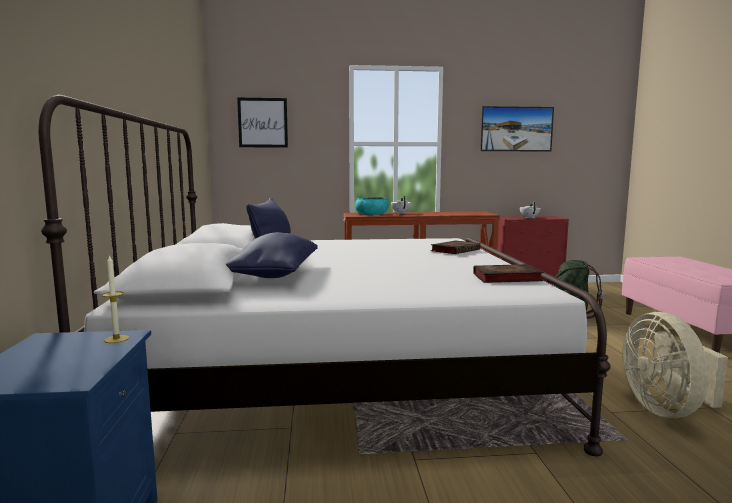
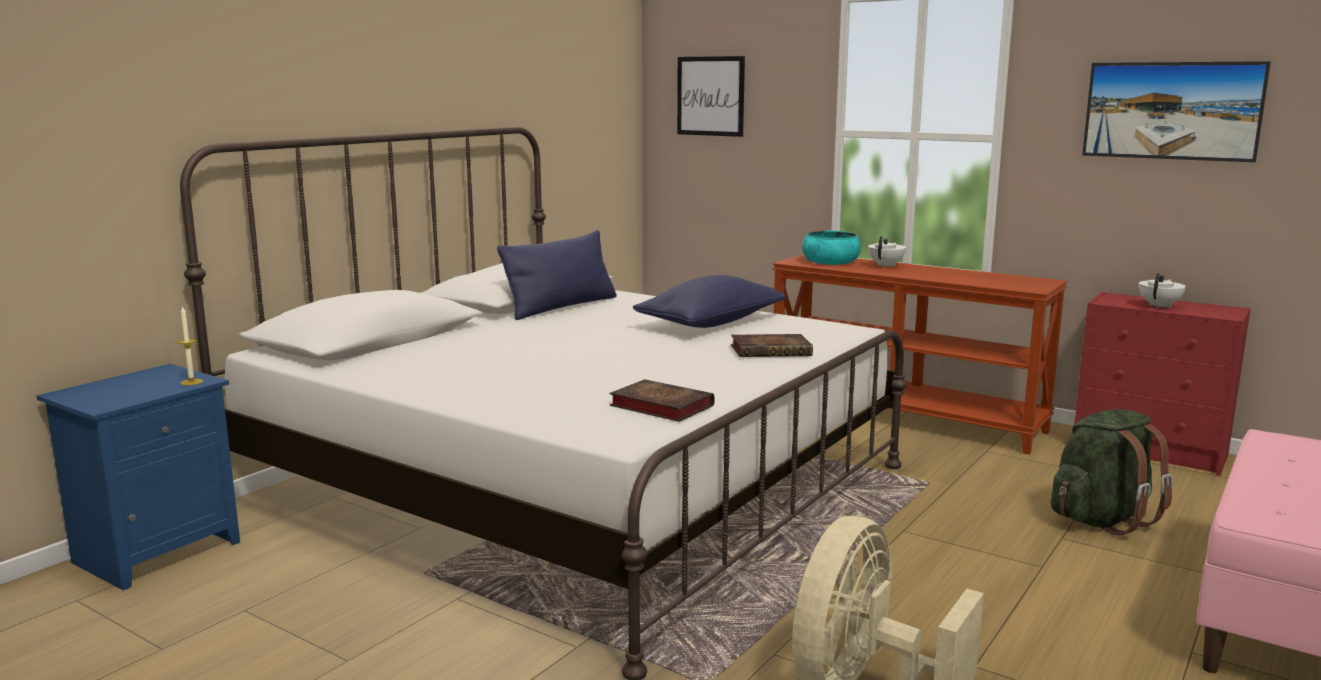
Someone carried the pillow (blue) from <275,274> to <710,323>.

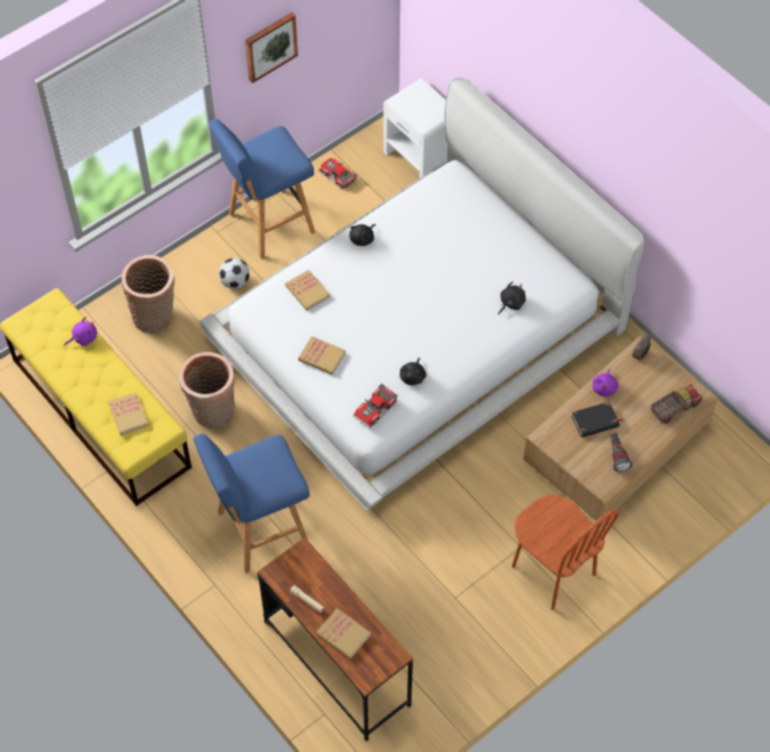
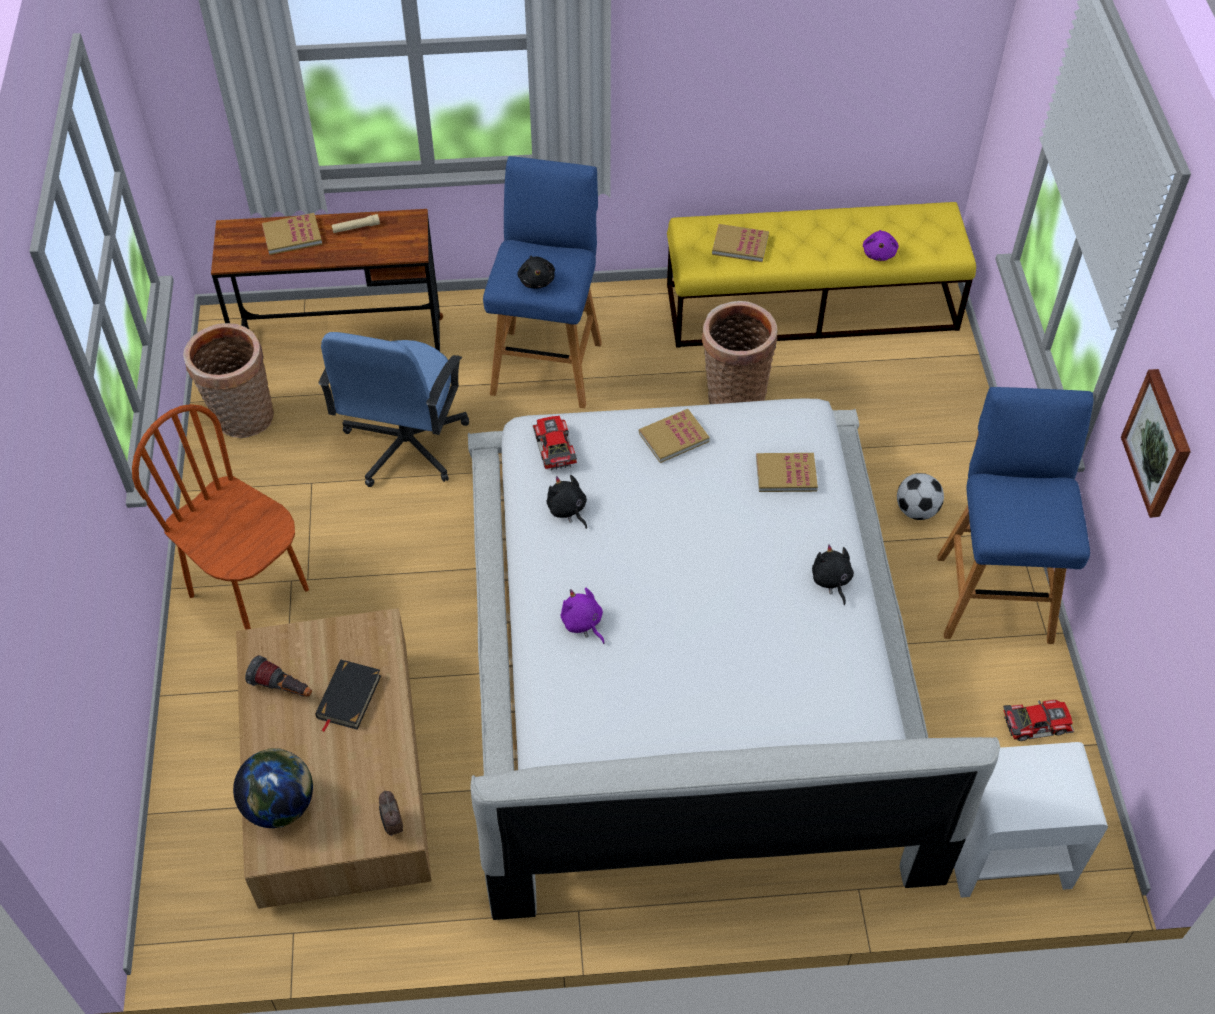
Someone carried the basket from <155,317> to <241,419>.
Someone carried the plush toy (black) from <511,303> to <536,280>.
Someone rotated the chair (brown) at <553,571> by 45 degrees clockwise.
Someone carried the plush toy (purple) from <604,387> to <583,623>.
Someone swapped the toy truck at <674,408> for the globe at <280,806>.
Someone put down the office chair (blue) at <405,444>.

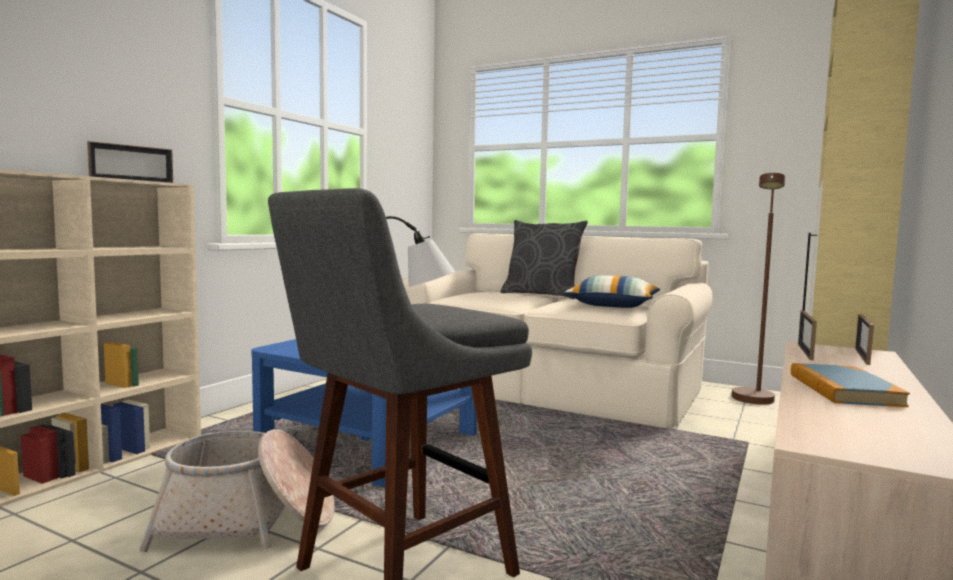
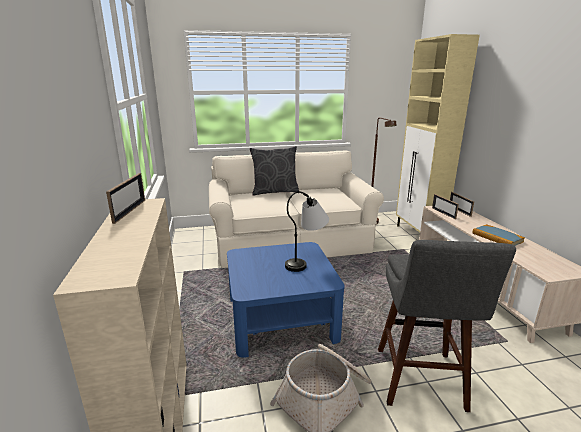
Someone took away the pillow at <613,306>.

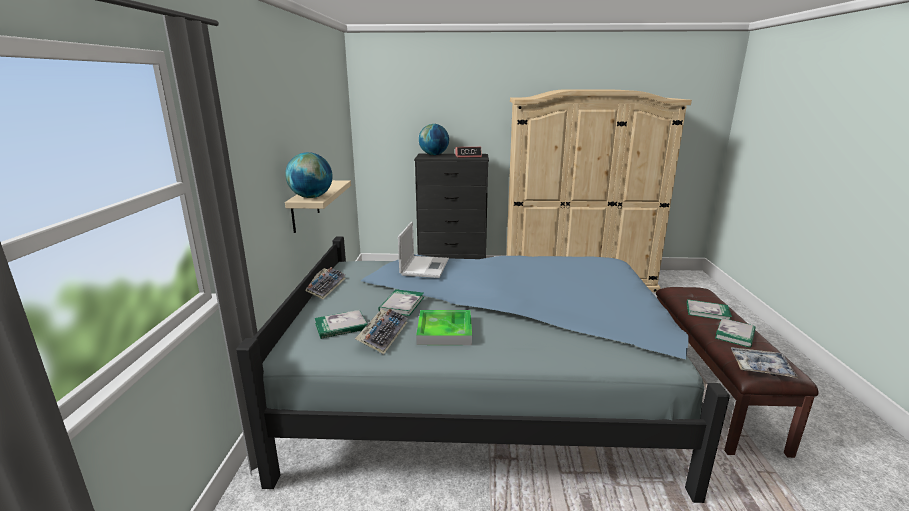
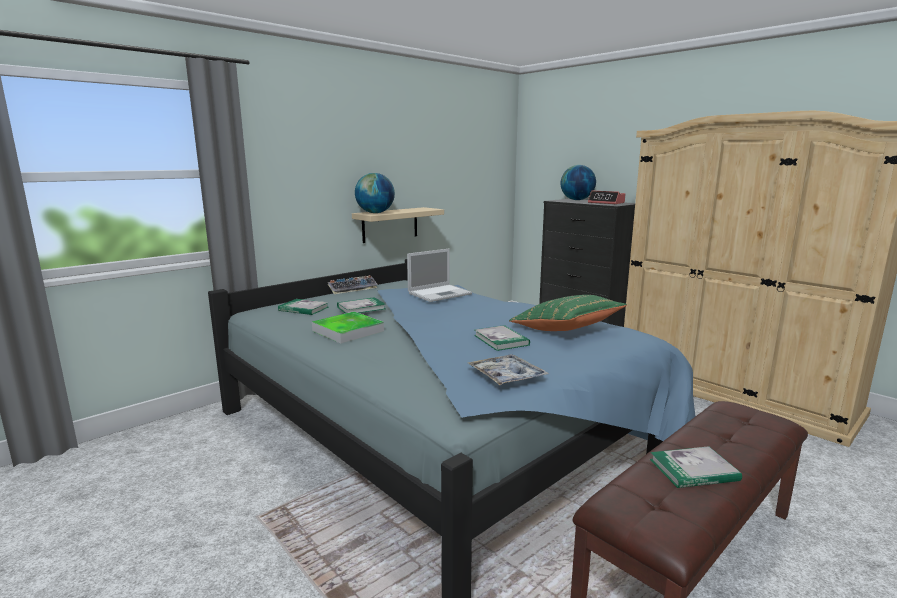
Someone took away the keyboard at <383,335>.
Someone carried the book from <707,312> to <501,340>.
Someone carried the tray from <761,367> to <506,376>.
Someone put down the pillow (green) at <566,330>.

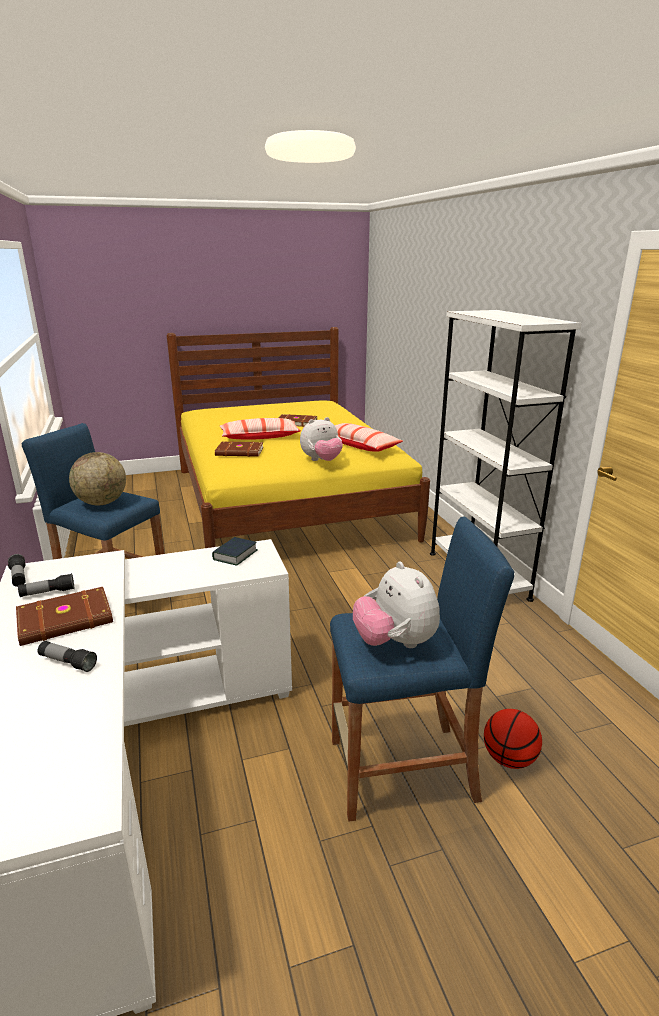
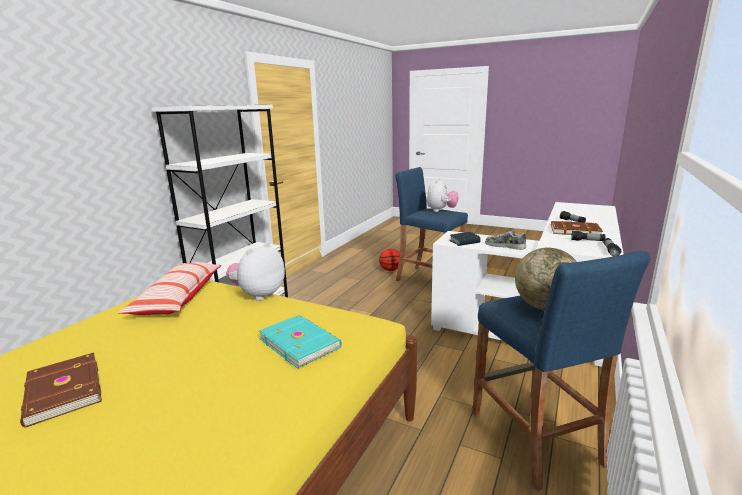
Someone repainted the book (brown) at <239,452>, which became the book (turquoise) at <300,342>.
Someone took away the pillow at <260,437>.
Someone rotated the plush toy at <322,461> by 75 degrees counterclockwise.
Someone put down the shoe at <505,246>.

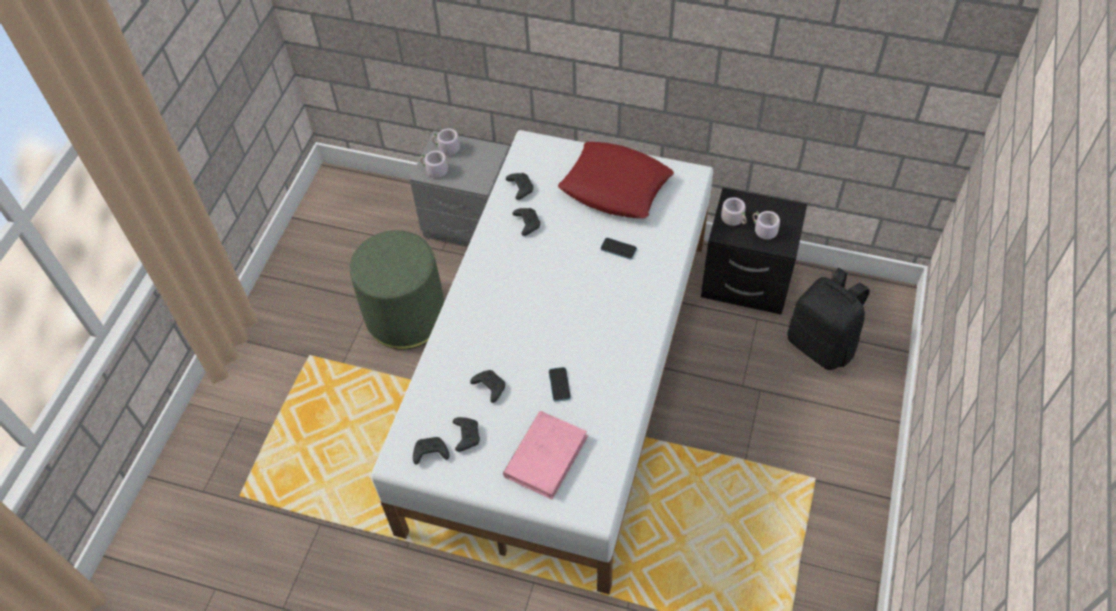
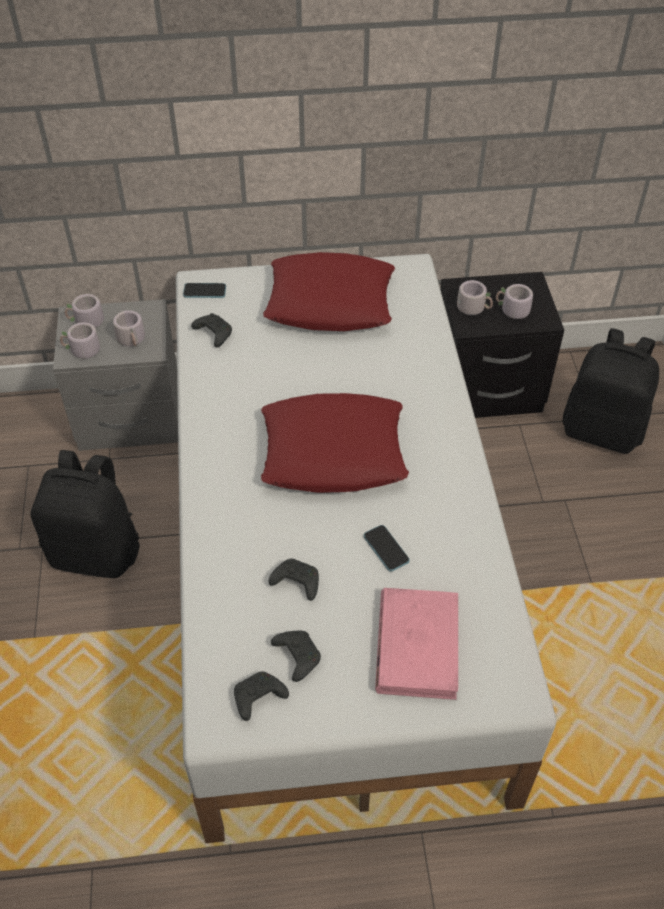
Someone swapped the ottoman (green) at <406,316> for the backpack (black) at <97,552>.
Someone took away the game controller (black) at <527,223>.
Someone carried the phone from <618,249> to <204,291>.
Someone put down the mug (grey) at <133,340>.
Someone put down the pillow (red) at <333,452>.

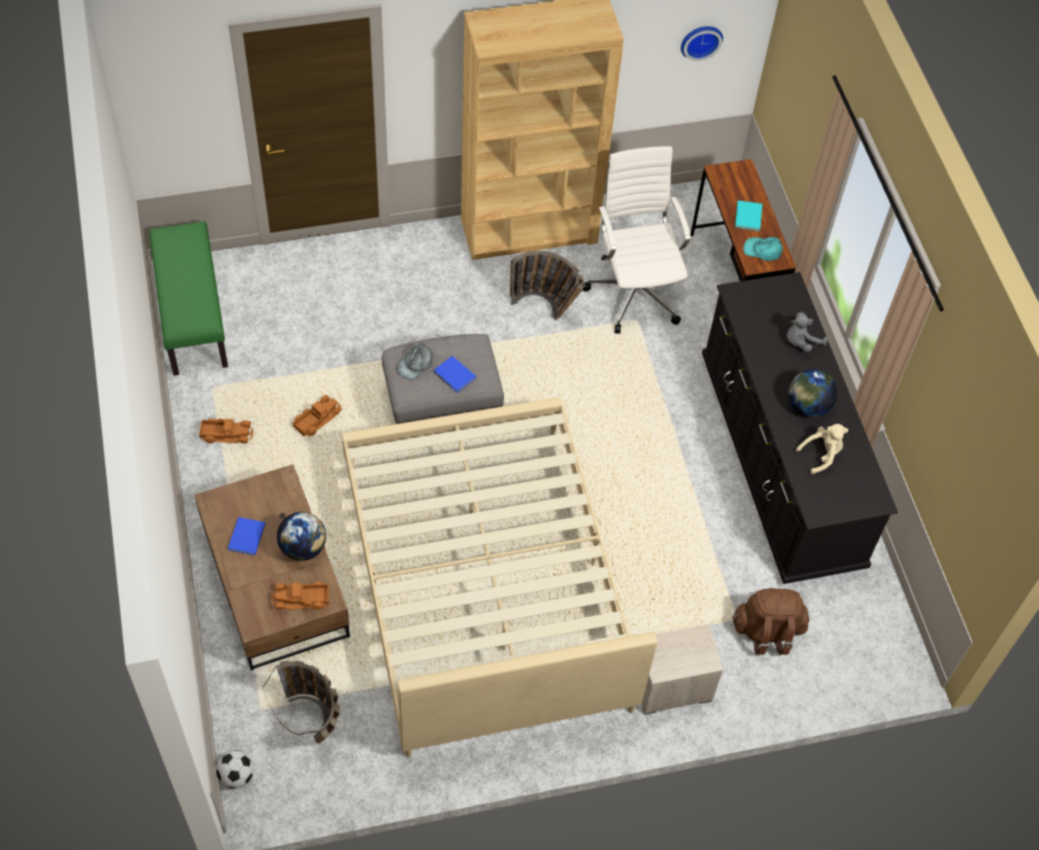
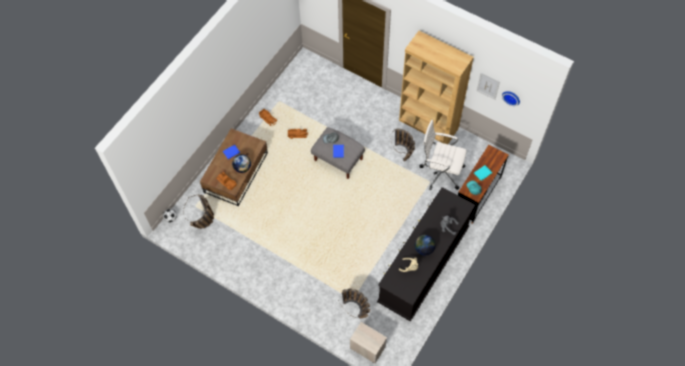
Someone took away the bench (green) at <192,316>.
Someone took away the bed (beige) at <484,584>.
Someone rotated the office chair (white) at <635,291> by 105 degrees counterclockwise.
Someone carried the nightstand from <669,685> to <367,347>.
Someone swapped the backpack (brown) at <767,631> for the basket at <357,311>.
Someone put up the picture at <488,86>.

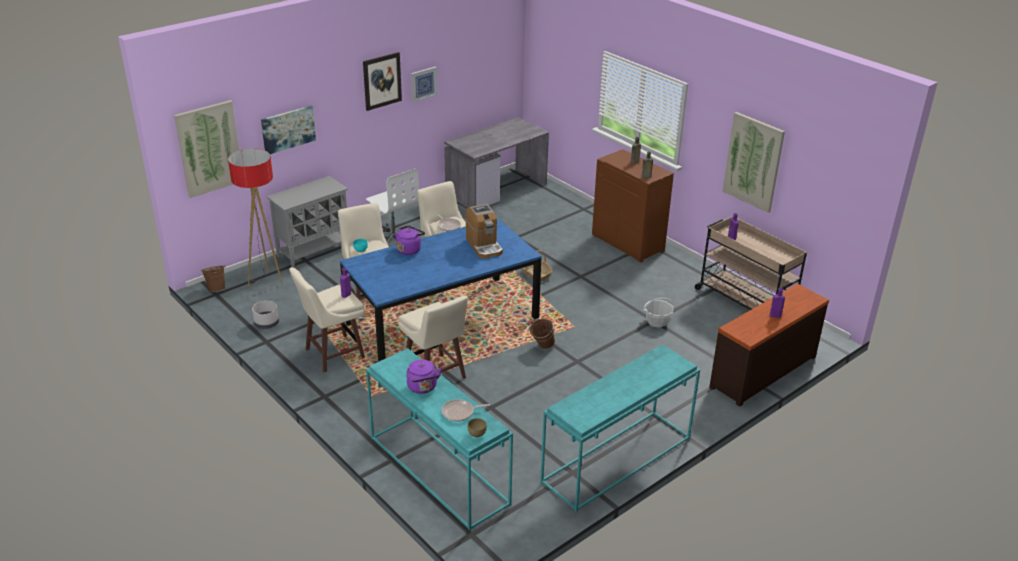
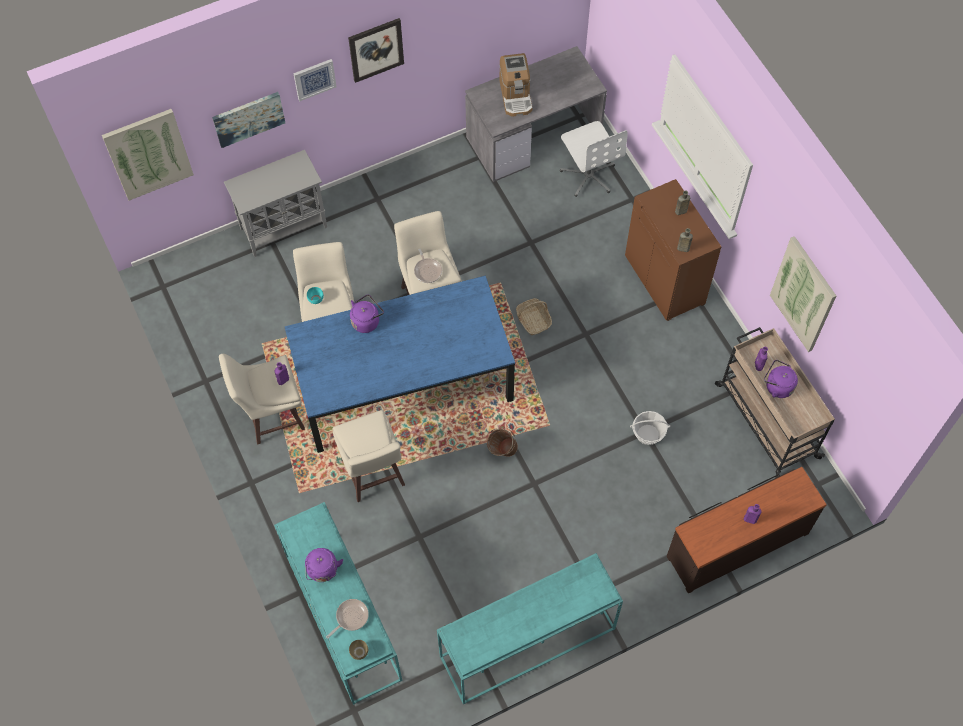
Someone took away the bucket (brown) at <216,289>.
Someone took away the floor lamp at <266,281>.
Someone took away the planter (grey) at <266,323>.
Someone carried the office chair (white) from <393,235> to <588,175>.
Someone carried the picture from <423,84> to <314,79>.
Someone rotated the frying pan at <460,412> by 135 degrees clockwise.
Someone carried the coffee machine from <484,246> to <515,96>.
Someone put down the kettle (purple) at <777,386>.

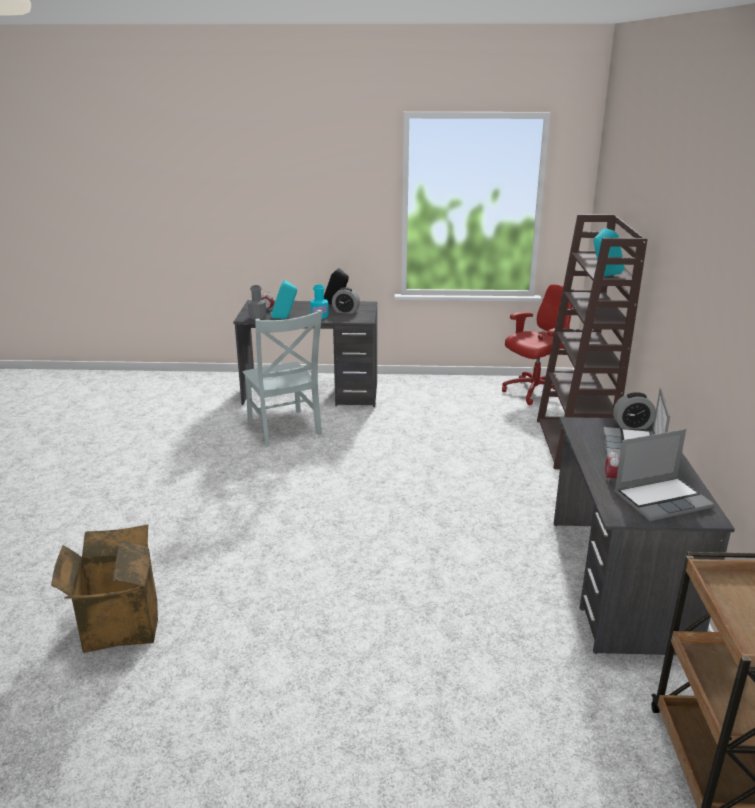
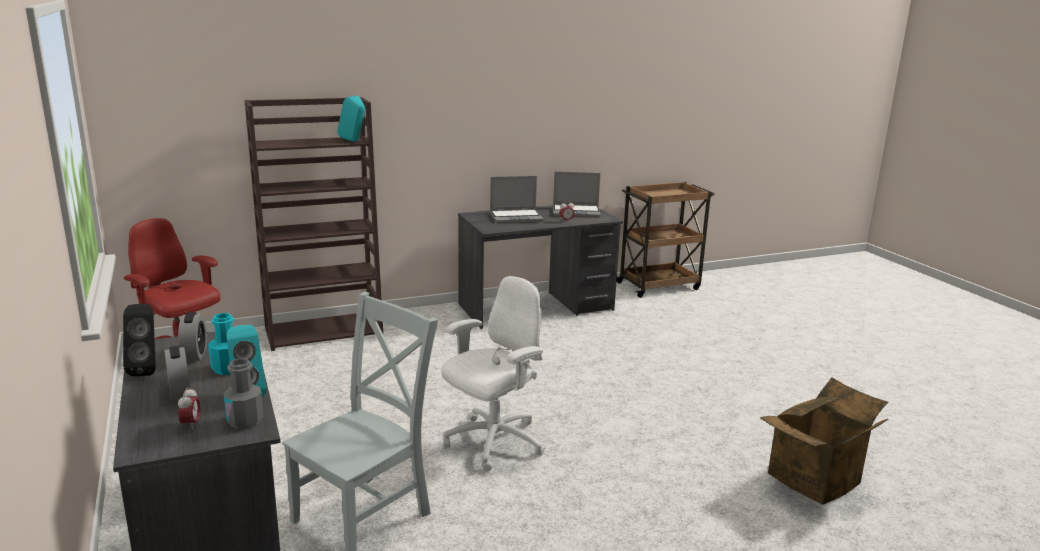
Someone carried the alarm clock from <632,426> to <180,392>.
Someone rotated the laptop at <662,499> by 135 degrees clockwise.
Someone put down the office chair (white) at <493,442>.

